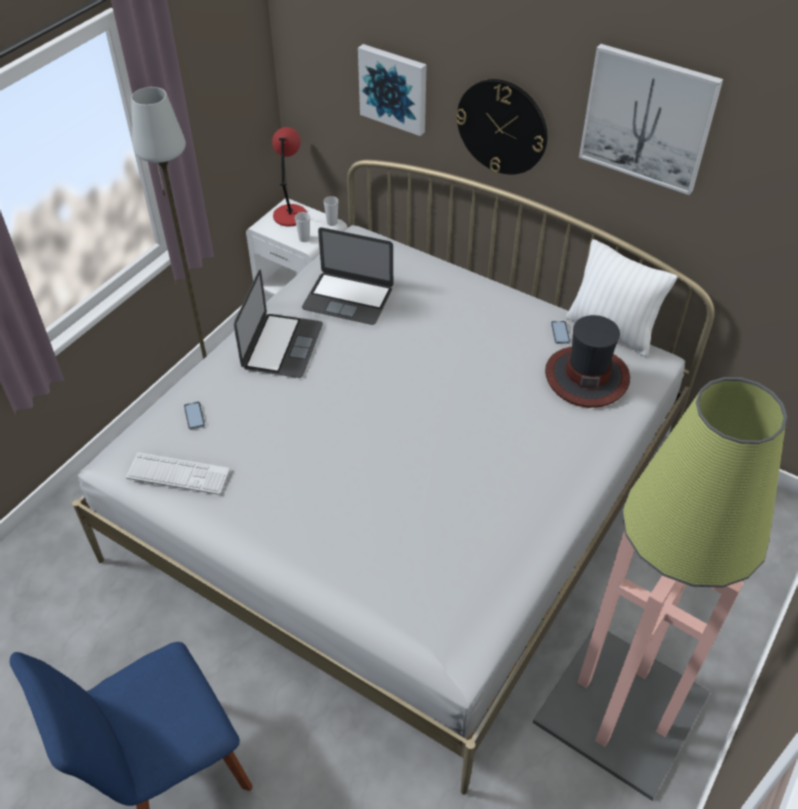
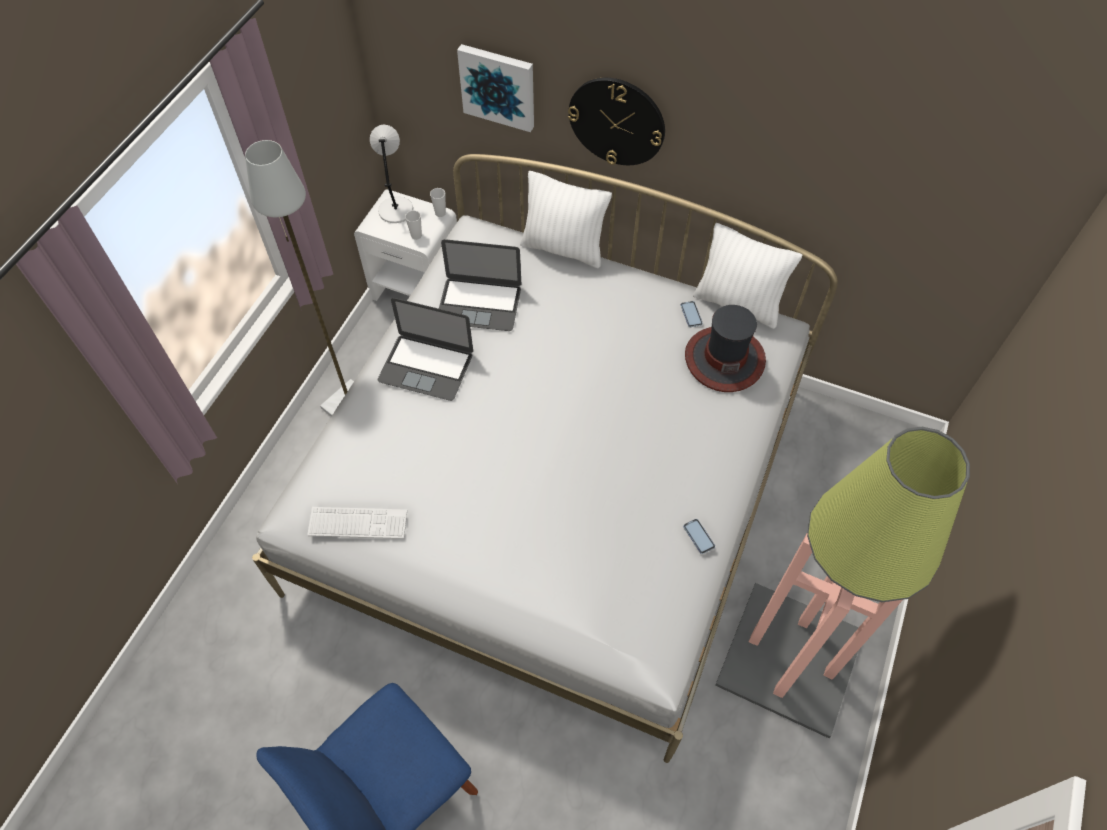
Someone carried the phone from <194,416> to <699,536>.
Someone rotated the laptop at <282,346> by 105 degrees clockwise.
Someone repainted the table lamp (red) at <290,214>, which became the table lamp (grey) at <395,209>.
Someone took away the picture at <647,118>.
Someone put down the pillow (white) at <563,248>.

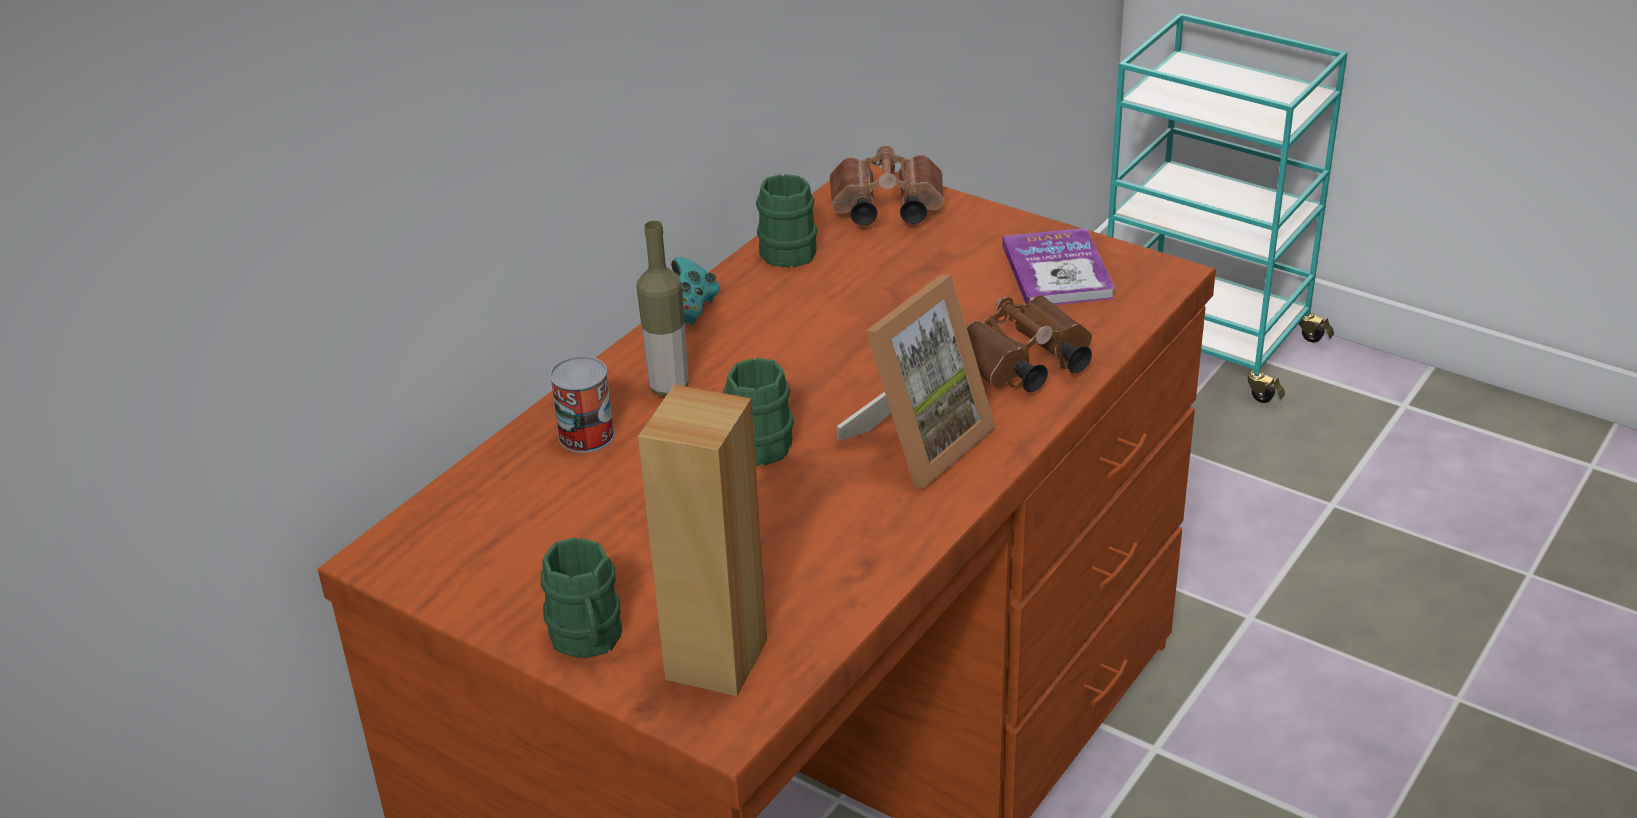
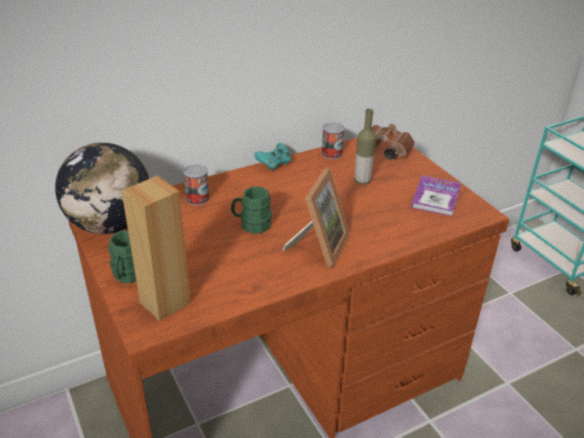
Someone carried the bottle from <669,387> to <362,181>.
Someone swapped the mug (green) at <784,248> for the can at <331,153>.
Someone rotated the picture frame at <918,442> by 45 degrees counterclockwise.
Someone took away the binoculars (brown) at <1023,368>.
Someone put down the globe at <110,225>.

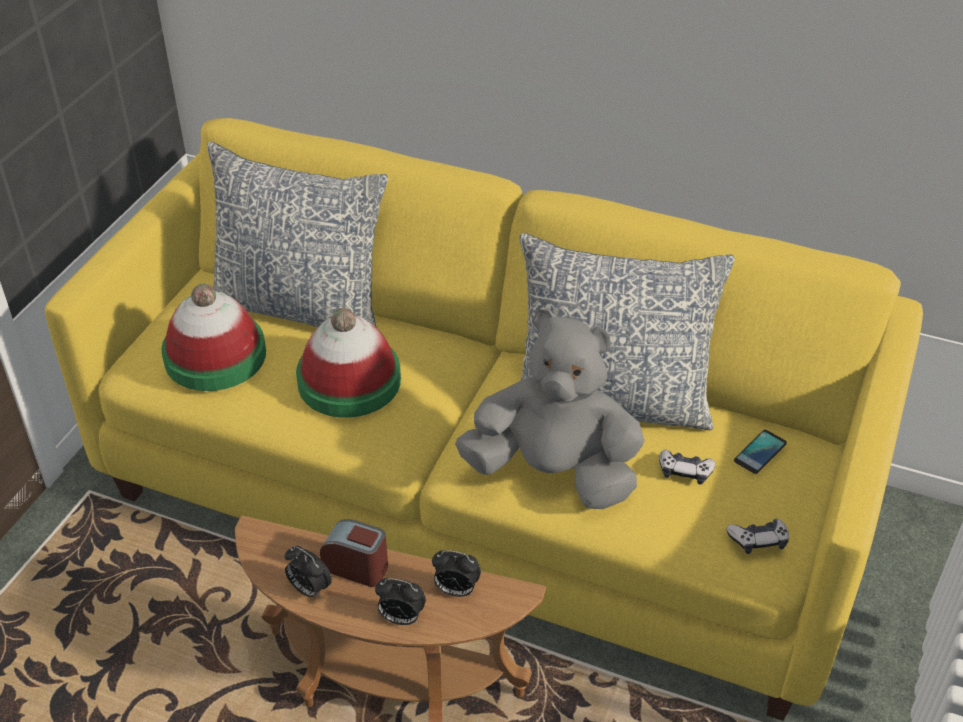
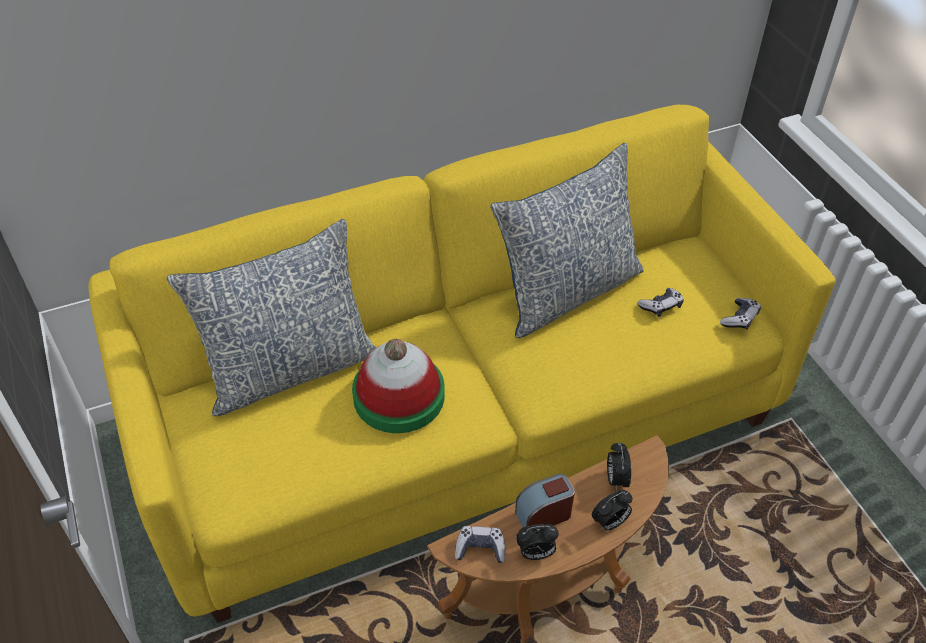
Someone took away the hat at <215,356>.
Someone rotated the alarm clock at <456,590> by 120 degrees clockwise.
Someone took away the plush toy (grey) at <553,472>.
Someone took away the phone at <760,452>.
Someone put down the game controller at <480,548>.

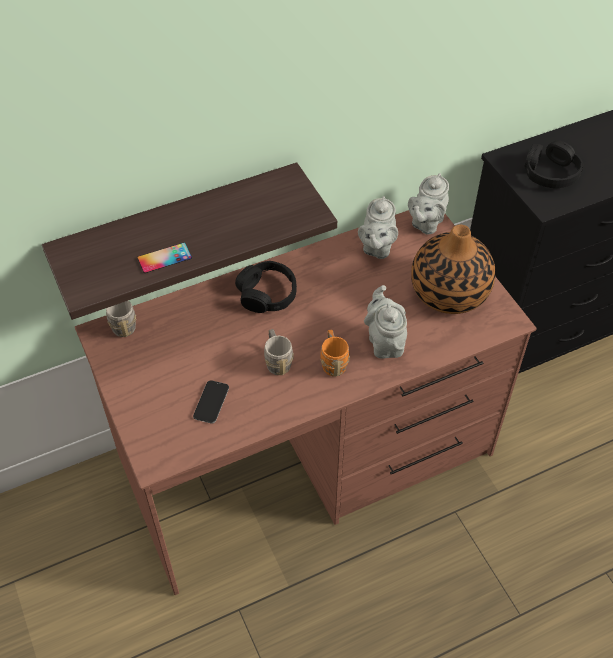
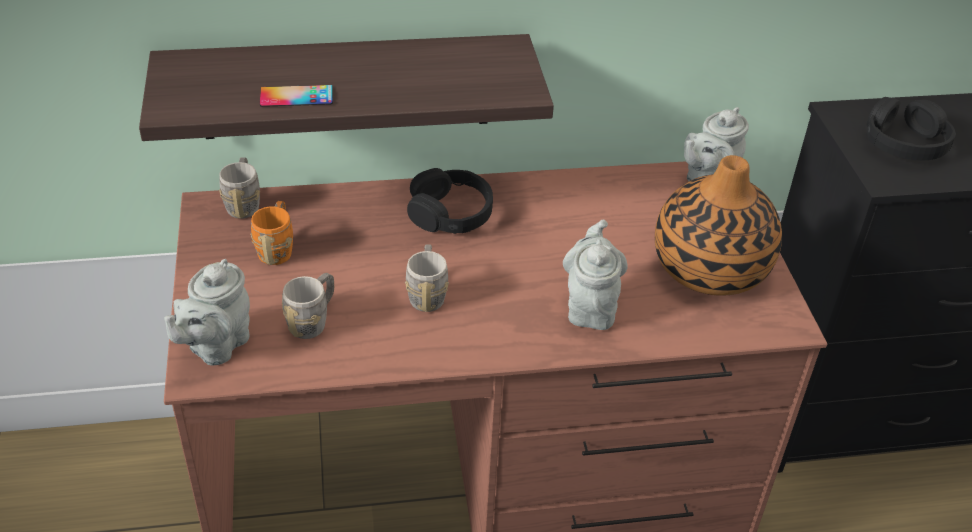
Someone swapped the phone at <211,402> for the mug (grey) at <313,321>.
Someone carried the mug (orange) from <333,362> to <277,249>.
Someone carried the teapot (grey) from <376,248> to <216,346>.

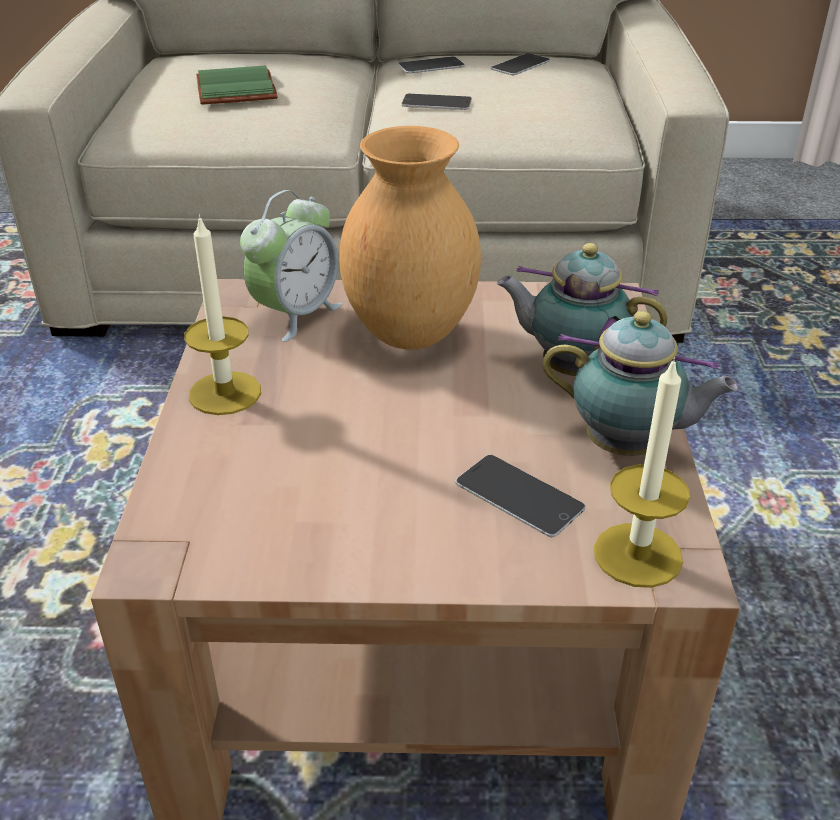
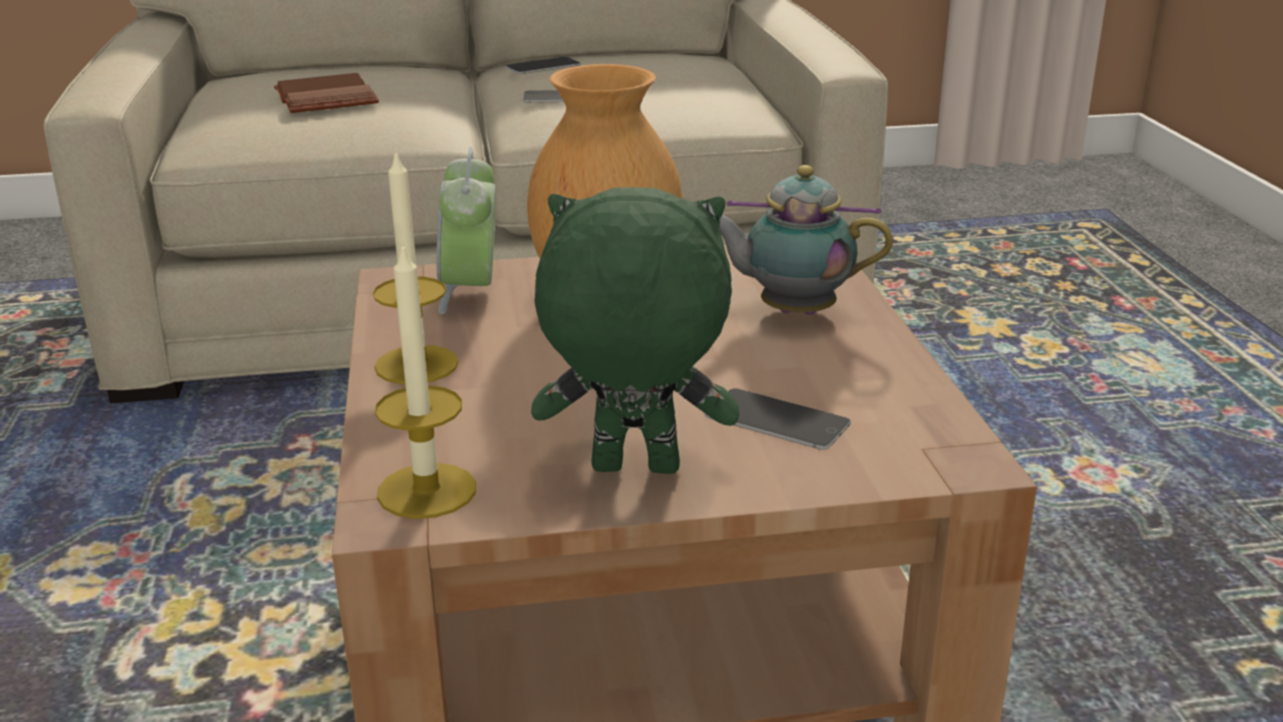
Someone repainted the book (green) at <239,90>, which became the book (brown) at <329,98>.
Someone rotated the alarm clock at <296,315> by 150 degrees clockwise.
Someone took away the phone at <520,65>.
Someone took away the teapot at <628,447>.
Someone carried the candle from <637,555> to <427,491>.
Someone put down the plush toy (green) at <633,471>.

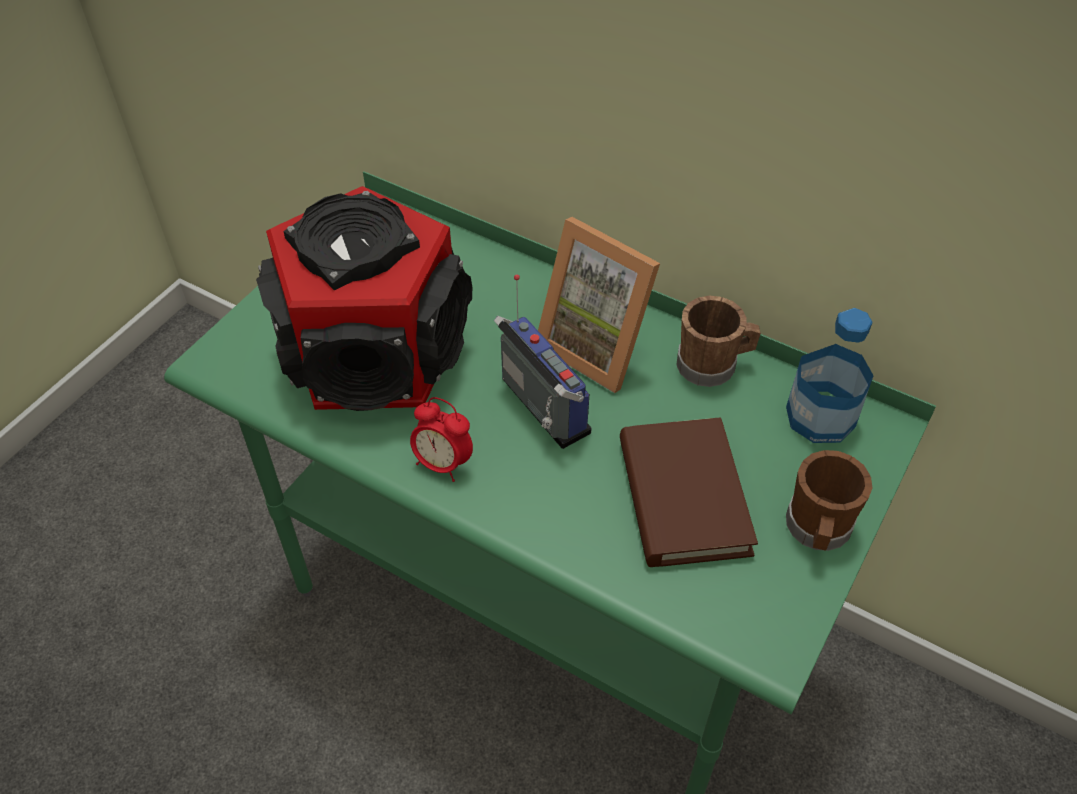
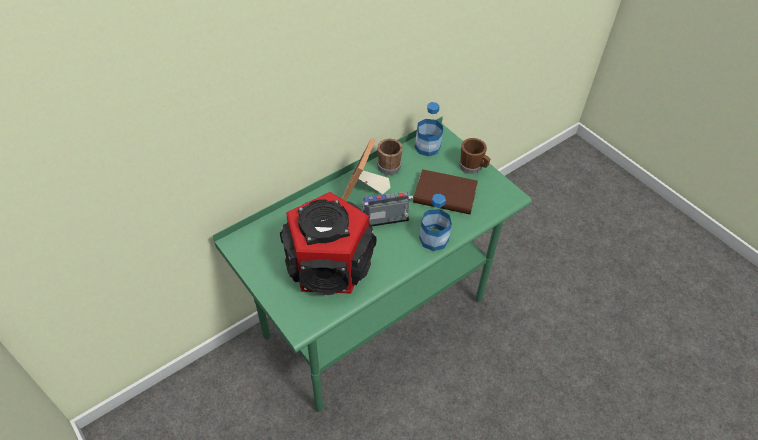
Someone took away the alarm clock at <443,463>.
Someone rotated the picture frame at <599,346> by 135 degrees clockwise.
Someone put down the bottle at <433,239>.

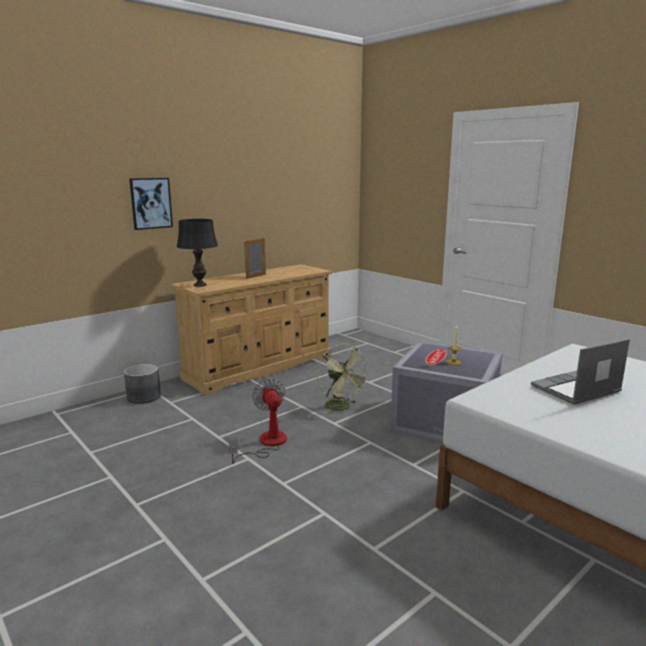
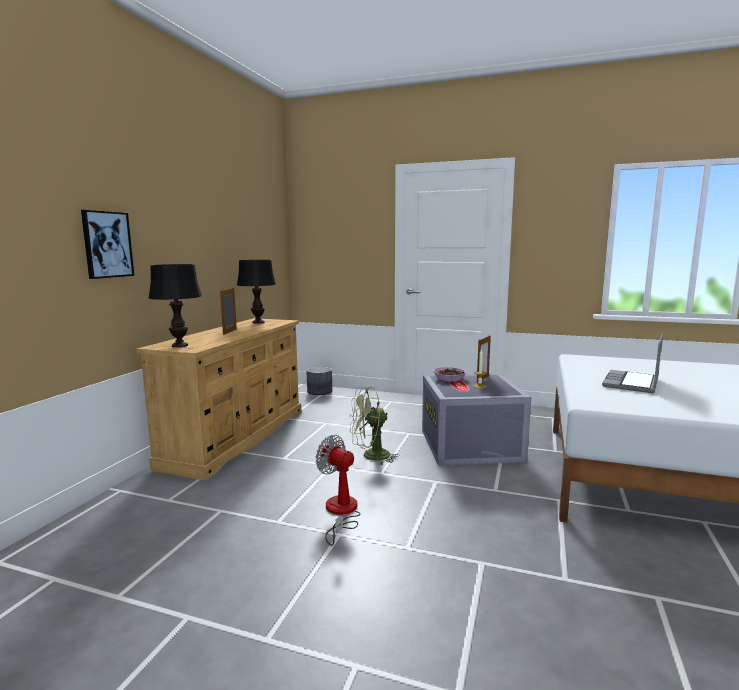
Someone carried the planter (grey) from <144,397> to <320,391>.
Someone rotated the fan (green) at <342,407> by 135 degrees clockwise.
Someone put down the table lamp (black) at <258,322>.
Someone put down the bowl at <449,378>.
Someone put down the picture frame at <482,379>.

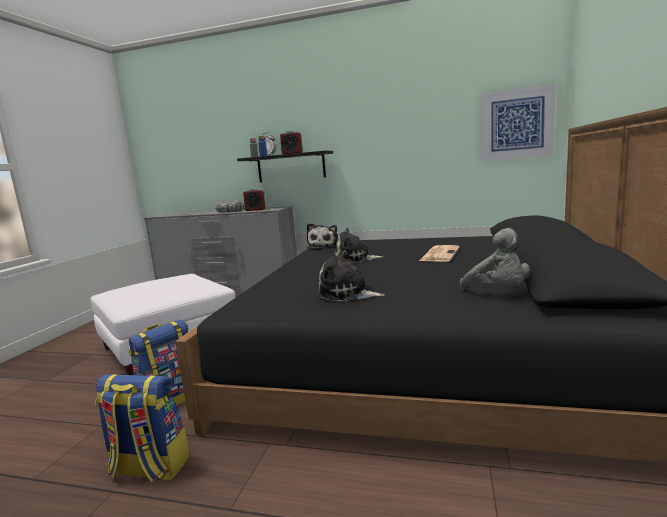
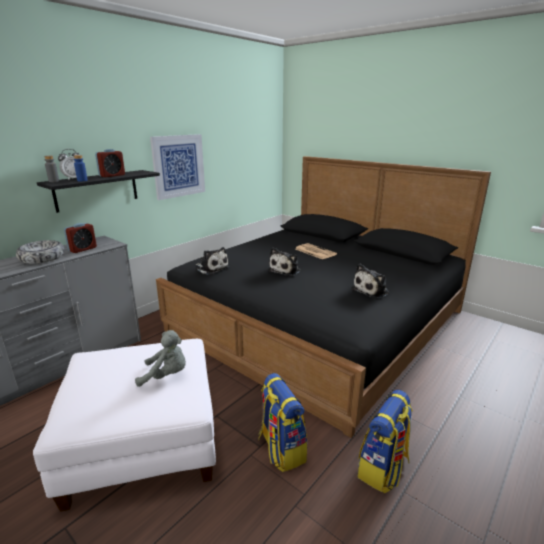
Someone carried the plush toy (grey) from <498,292> to <166,375>.
Someone carried the picture from <516,124> to <178,166>.

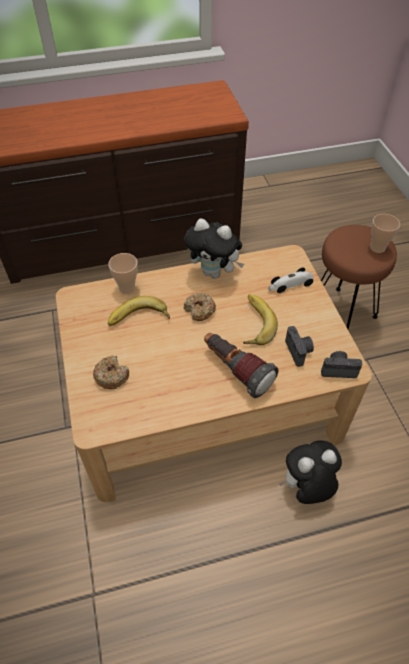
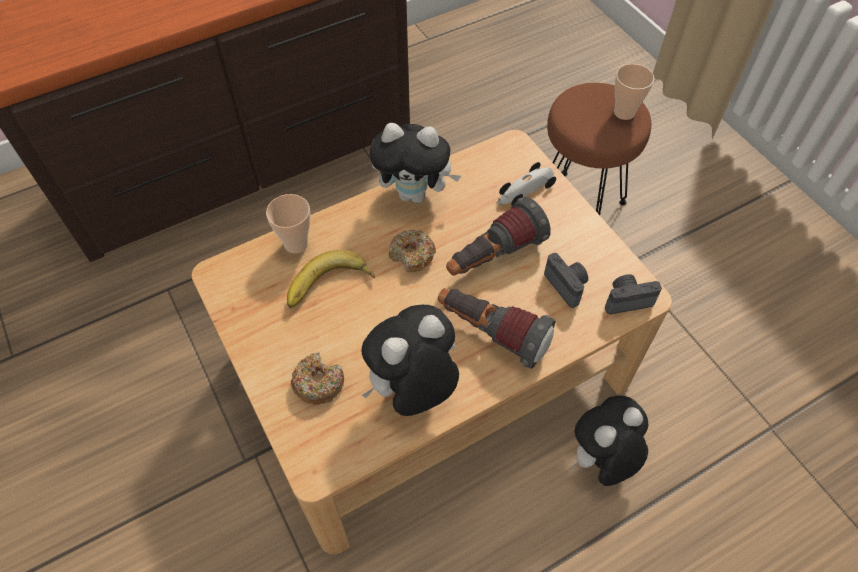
Someone swapped the banana at <253,323> for the flashlight at <493,257>.
Someone put down the plush toy at <413,390>.

